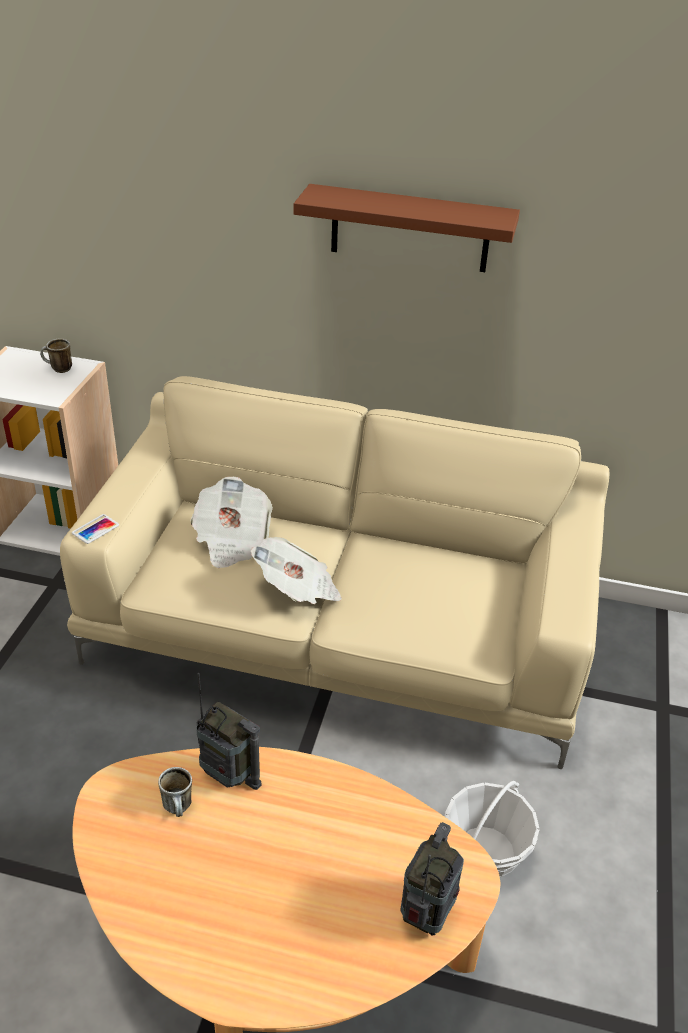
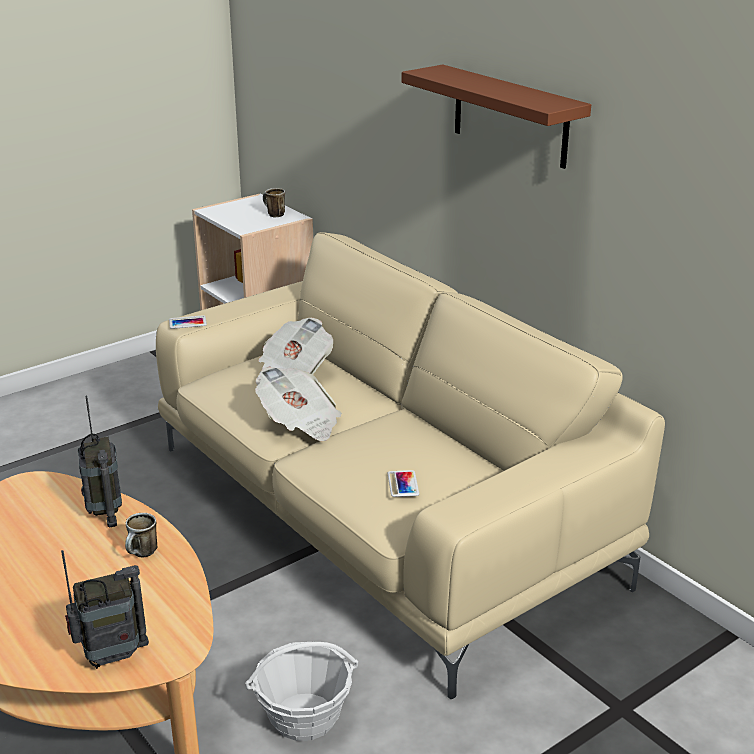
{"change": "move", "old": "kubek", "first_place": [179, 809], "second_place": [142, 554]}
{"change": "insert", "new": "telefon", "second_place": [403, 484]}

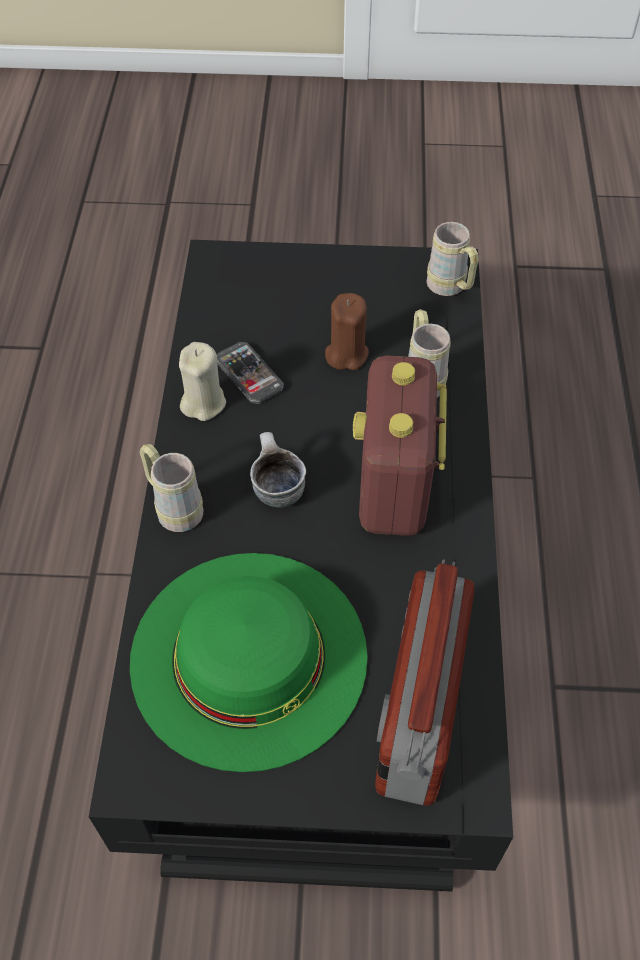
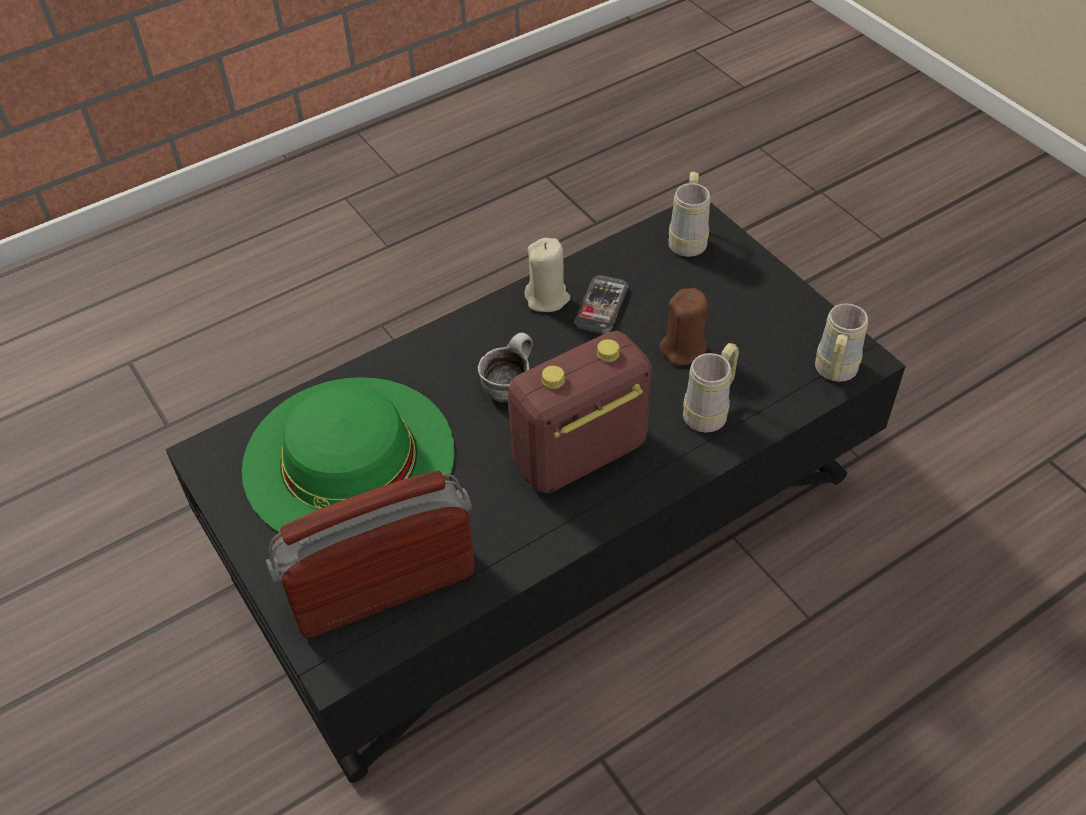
{"change": "move", "old": "kubek (beżowy)", "first_place": [174, 507], "second_place": [688, 238]}

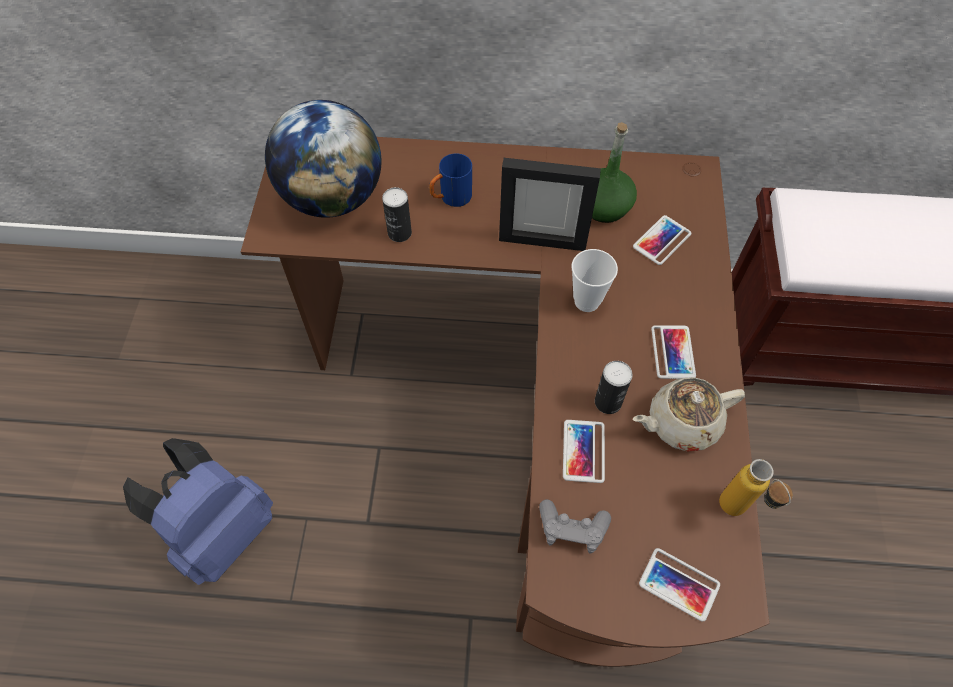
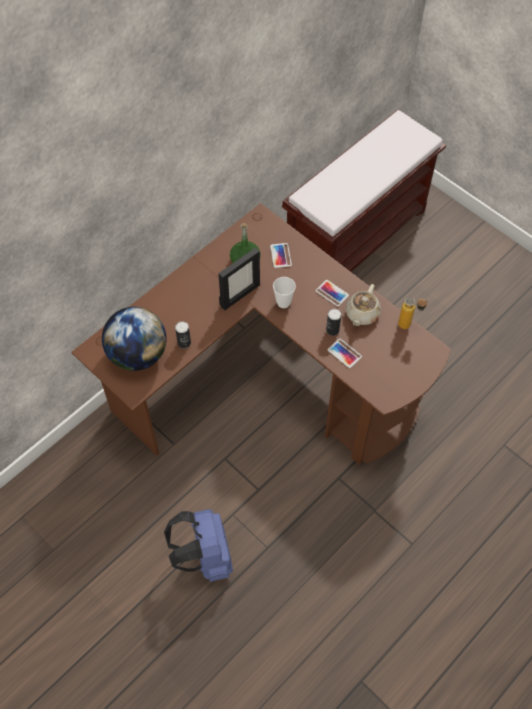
{"change": "delete", "old": "kubek (niebieski)", "first_place": [450, 198]}
{"change": "delete", "old": "pad do gier (szary)", "first_place": [572, 529]}
{"change": "delete", "old": "telefon", "first_place": [679, 584]}

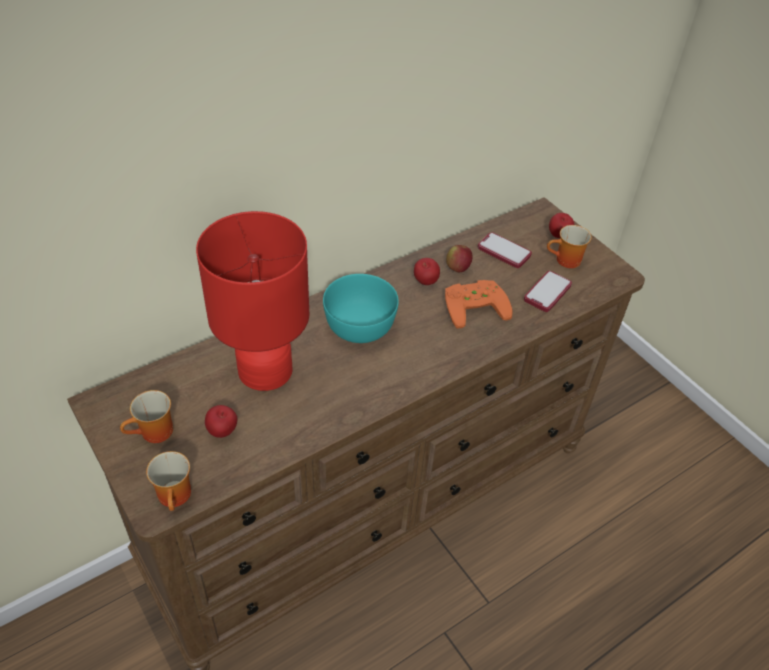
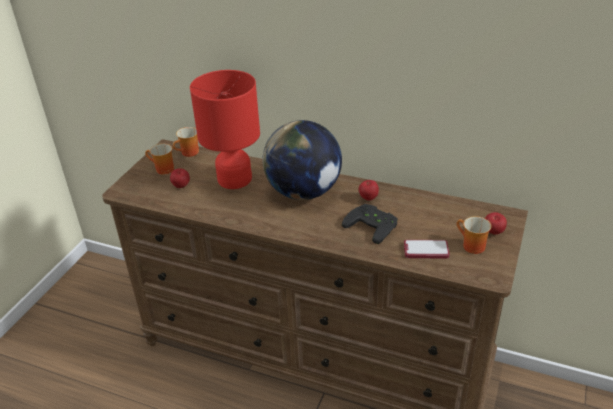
{"change": "move", "old": "kubek", "first_place": [177, 496], "second_place": [189, 153]}
{"change": "replace", "old": "miska (turkusowy)", "new": "globus", "first_place": [360, 324], "second_place": [304, 192]}
{"change": "recolor", "old": "pad do gier (pomarańczowy)", "new": "pad do gier (czarny)", "first_place": [474, 304], "second_place": [373, 225]}
{"change": "delete", "old": "jabłko", "first_place": [457, 268]}
{"change": "delete", "old": "telefon", "first_place": [504, 251]}

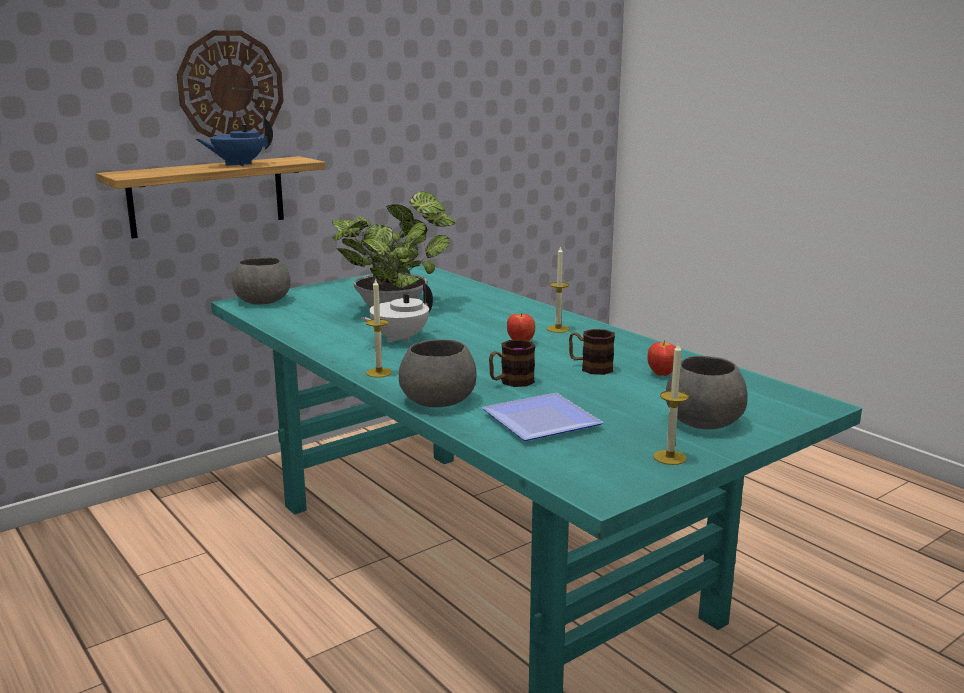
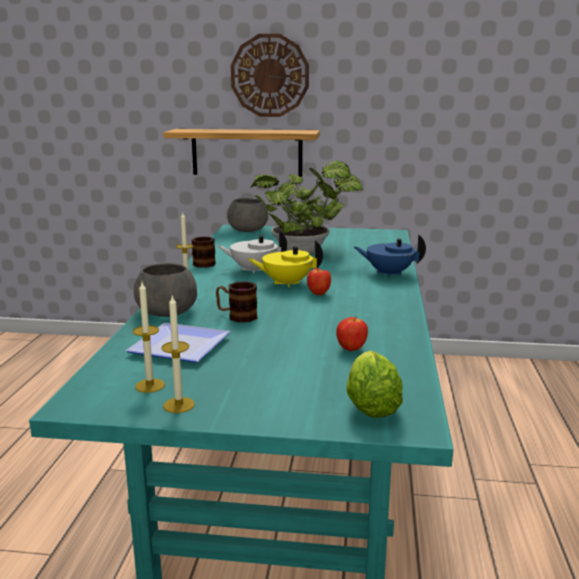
{"change": "move", "old": "imbryk (niebieski)", "first_place": [238, 164], "second_place": [388, 273]}
{"change": "move", "old": "świeca", "first_place": [558, 329], "second_place": [150, 385]}
{"change": "move", "old": "kubek", "first_place": [590, 367], "second_place": [203, 262]}
{"change": "delete", "old": "miska (szary)", "first_place": [703, 421]}
{"change": "insert", "new": "imbryk (żółty)", "second_place": [286, 283]}
{"change": "insert", "new": "sałata", "second_place": [371, 404]}

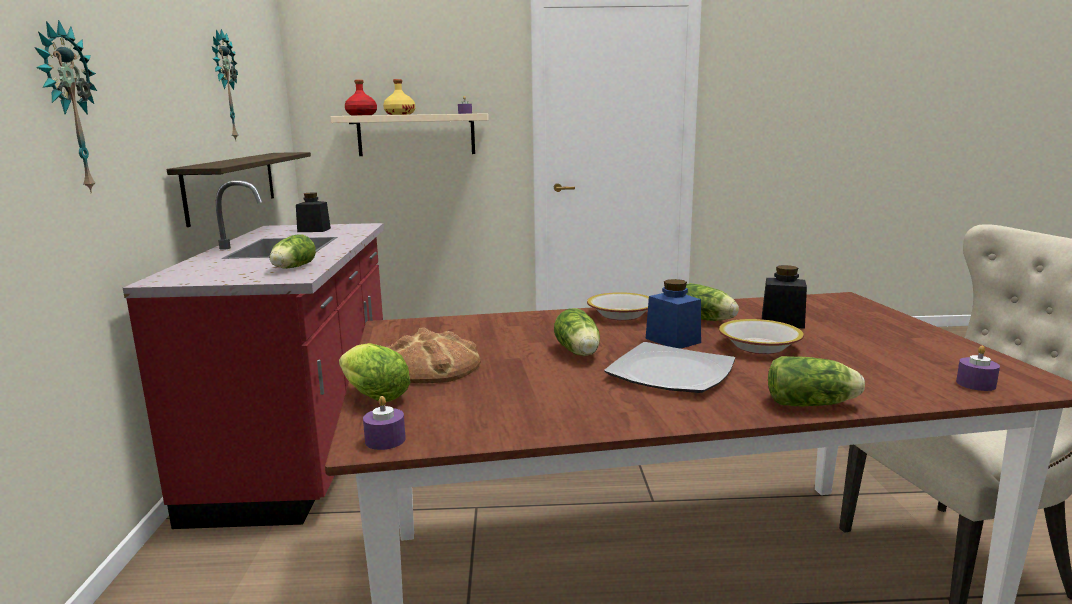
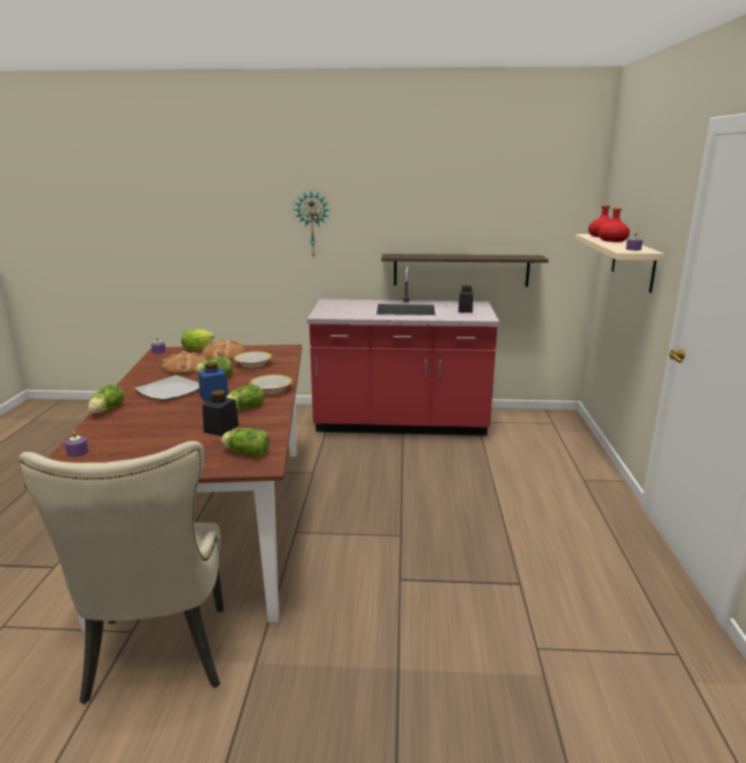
{"change": "delete", "old": "zegar ścienny", "first_place": [223, 86]}
{"change": "move", "old": "sałata", "first_place": [292, 268], "second_place": [245, 452]}
{"change": "recolor", "old": "butelka (żółty)", "new": "butelka (czerwony)", "first_place": [399, 114], "second_place": [613, 240]}
{"change": "move", "old": "miska", "first_place": [759, 346], "second_place": [253, 364]}
{"change": "insert", "new": "chleb", "second_place": [185, 367]}

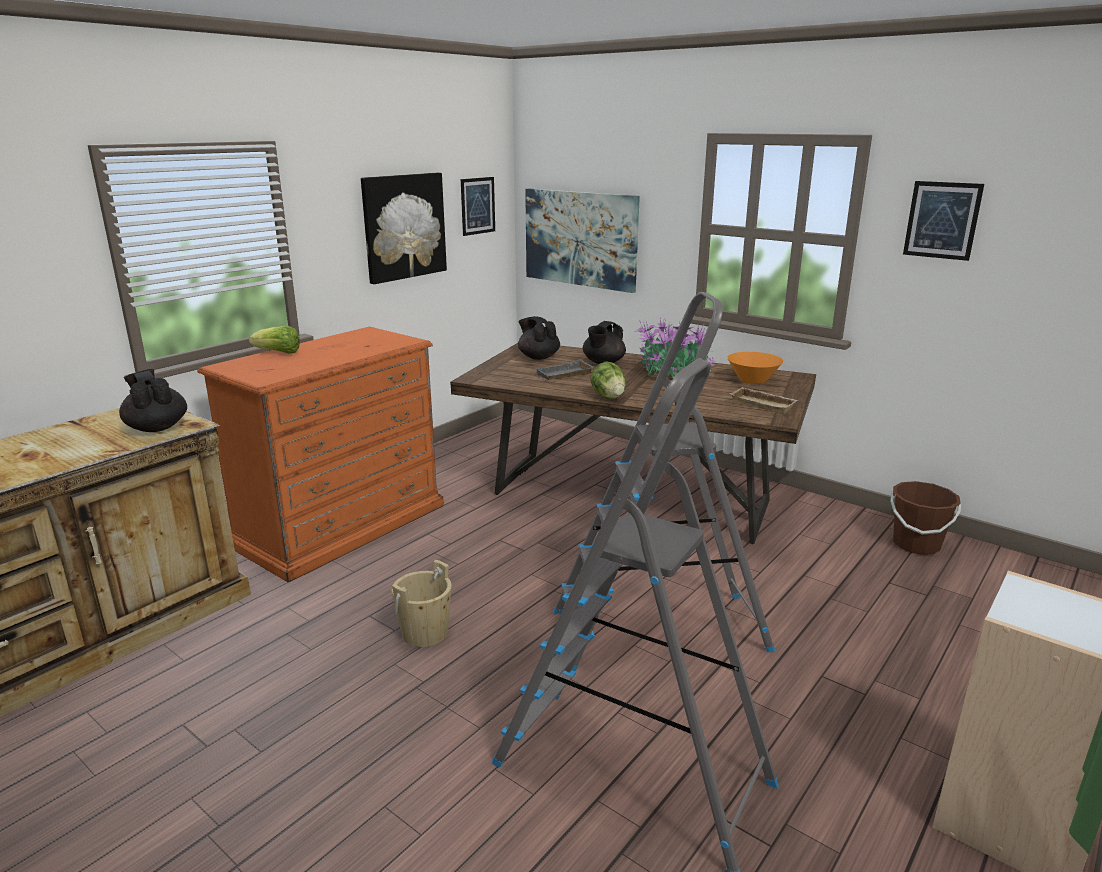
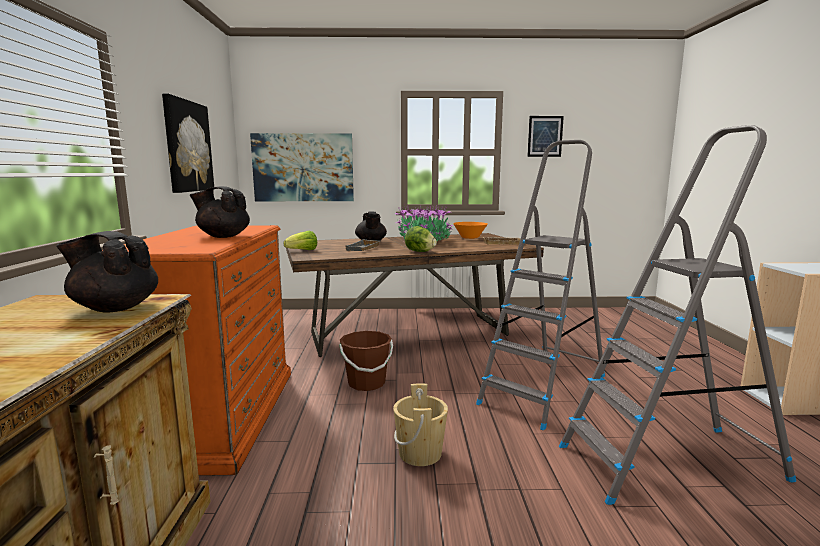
{"change": "move", "old": "sałata", "first_place": [278, 353], "second_place": [303, 251]}
{"change": "delete", "old": "obraz", "first_place": [478, 206]}
{"change": "move", "old": "imbryk (czarny)", "first_place": [538, 357], "second_place": [223, 236]}
{"change": "move", "old": "wiadro (brązowy)", "first_place": [916, 544], "second_place": [366, 383]}

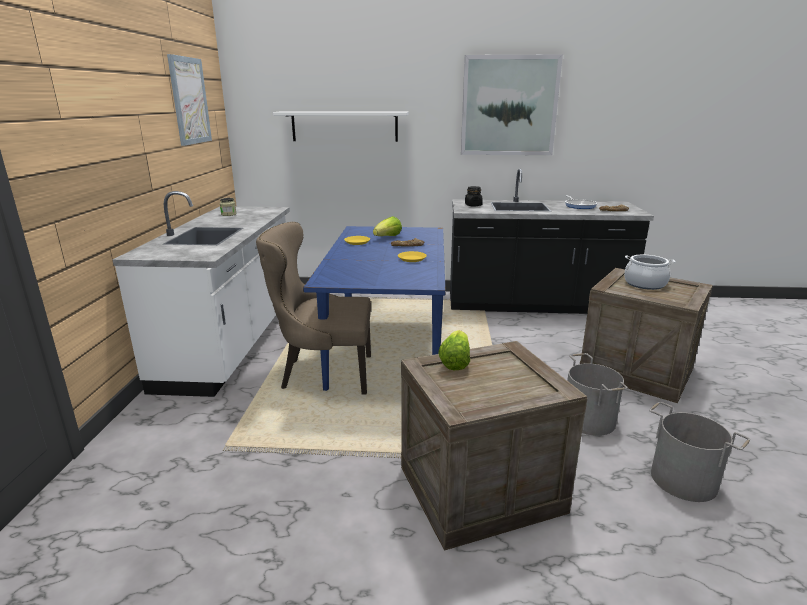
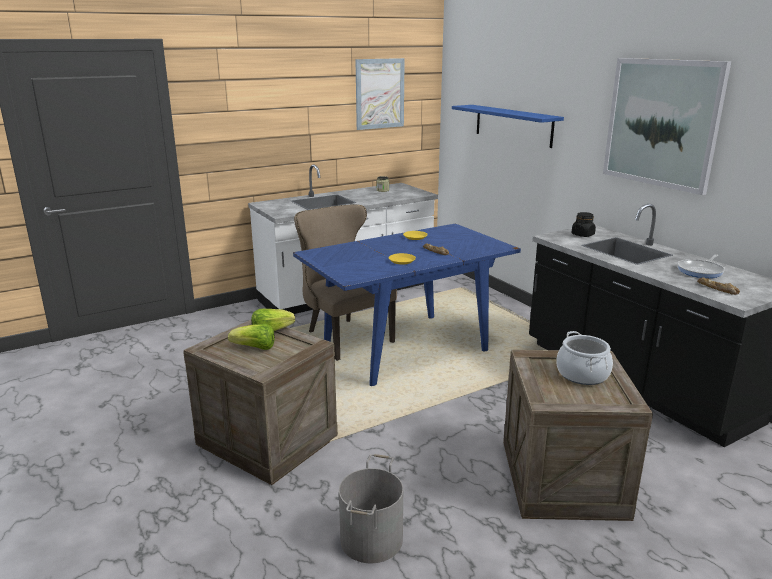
{"change": "recolor", "old": "półka (biały)", "new": "półka (niebieski)", "first_place": [344, 126], "second_place": [513, 125]}
{"change": "move", "old": "sałata", "first_place": [388, 237], "second_place": [255, 348]}
{"change": "delete", "old": "wiadro (szary)", "first_place": [588, 420]}

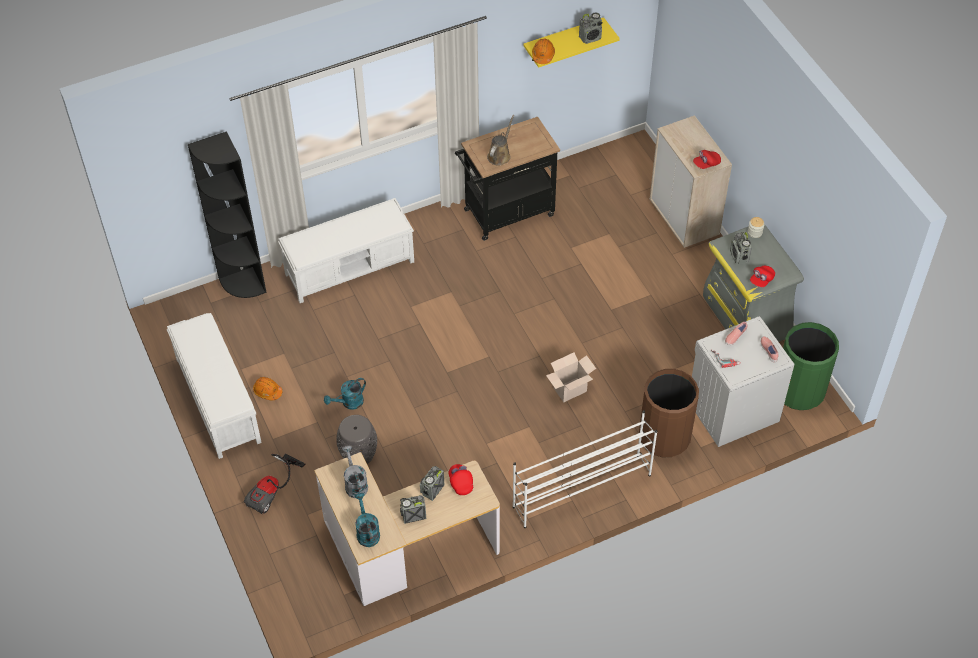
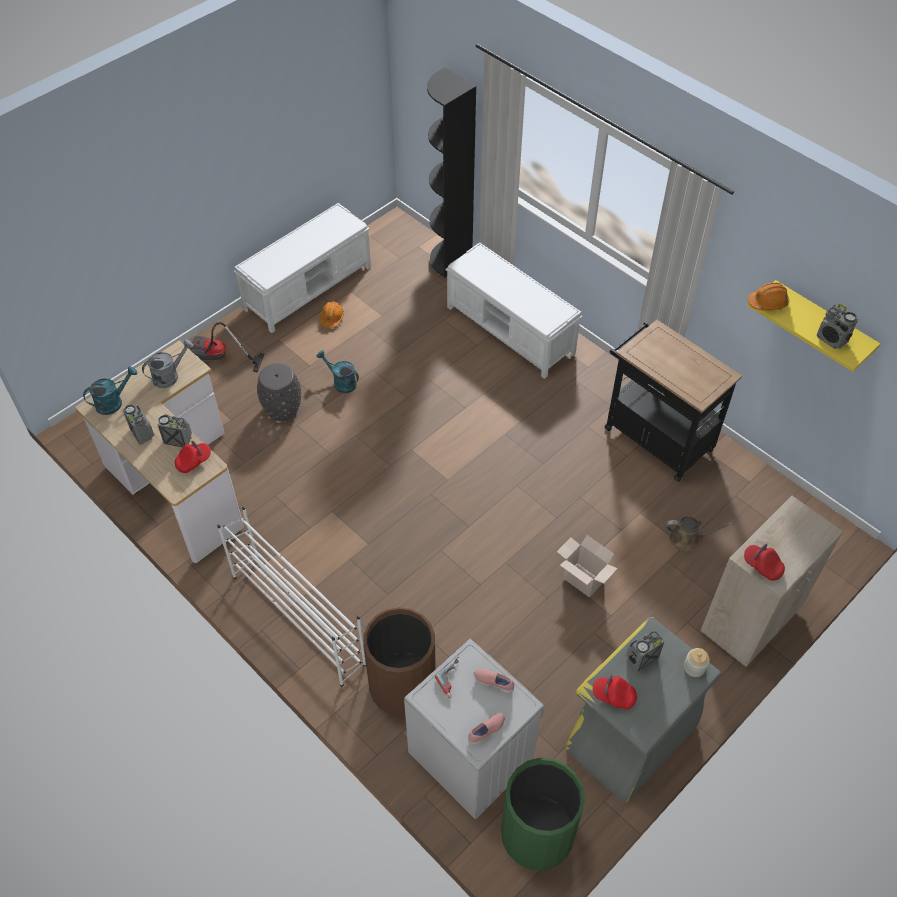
{"change": "move", "old": "konewka (brązowy)", "first_place": [500, 155], "second_place": [687, 539]}
{"change": "move", "old": "karton", "first_place": [569, 391], "second_place": [581, 580]}

